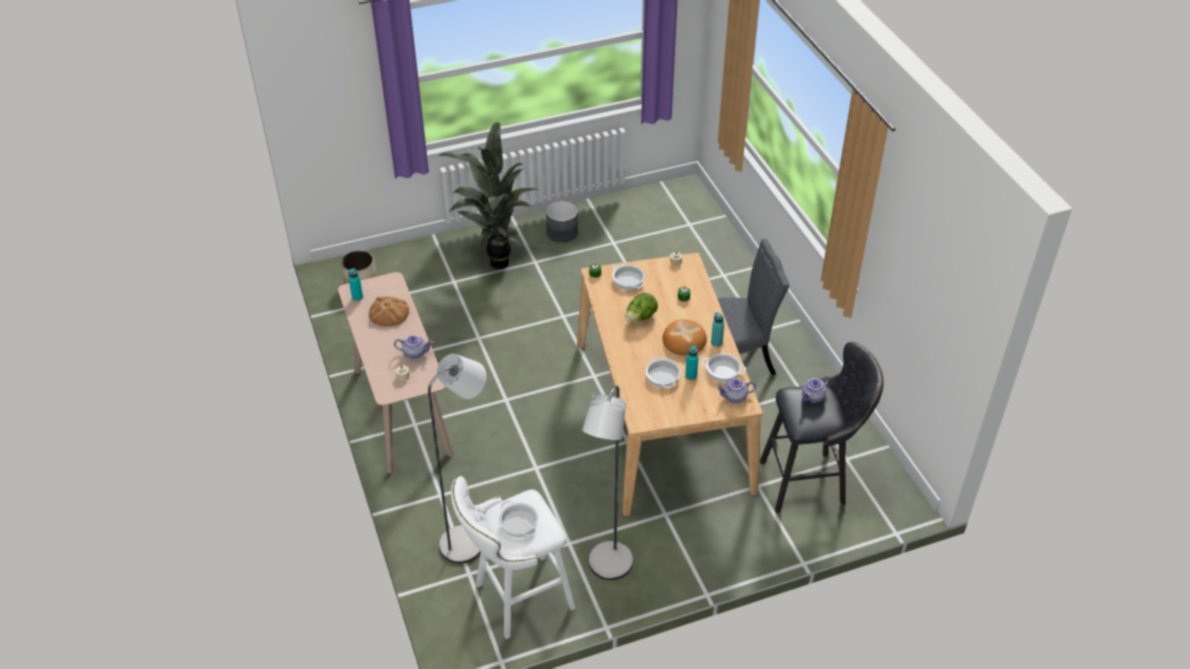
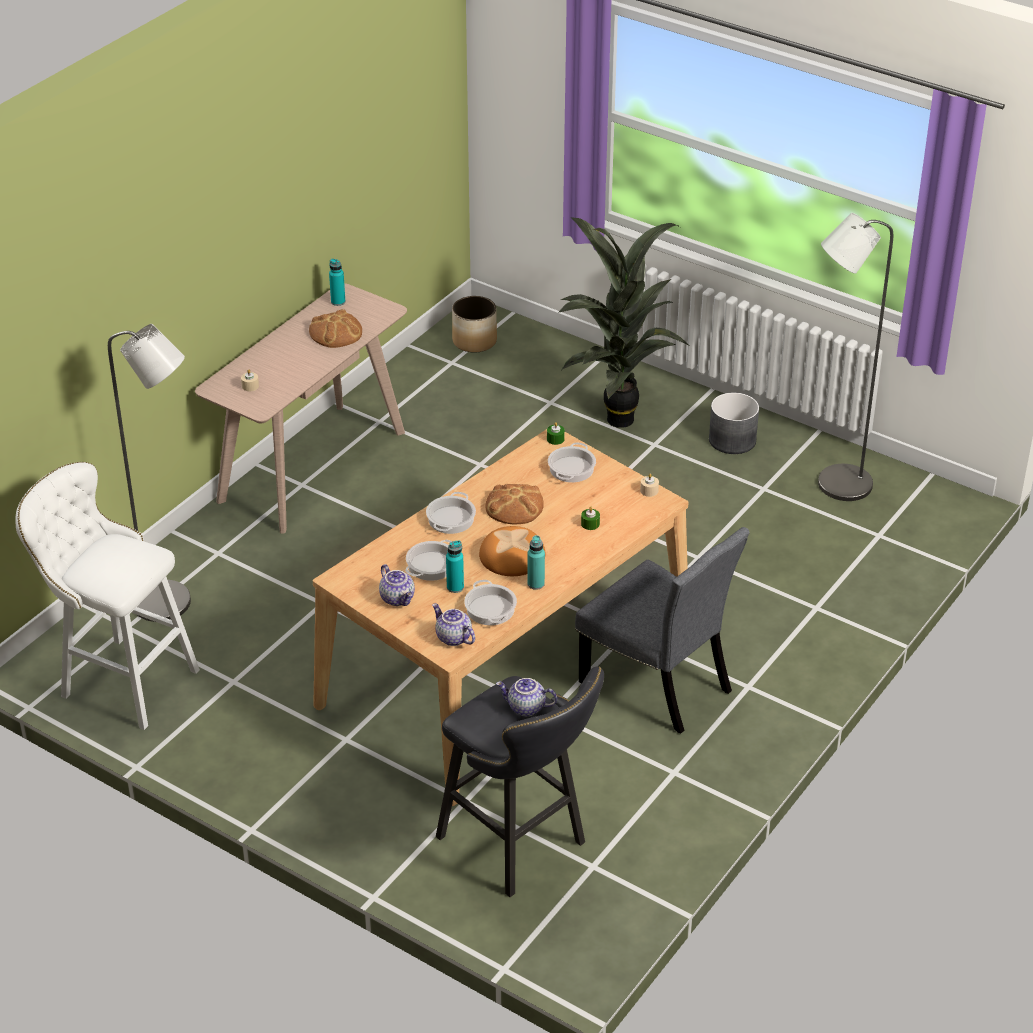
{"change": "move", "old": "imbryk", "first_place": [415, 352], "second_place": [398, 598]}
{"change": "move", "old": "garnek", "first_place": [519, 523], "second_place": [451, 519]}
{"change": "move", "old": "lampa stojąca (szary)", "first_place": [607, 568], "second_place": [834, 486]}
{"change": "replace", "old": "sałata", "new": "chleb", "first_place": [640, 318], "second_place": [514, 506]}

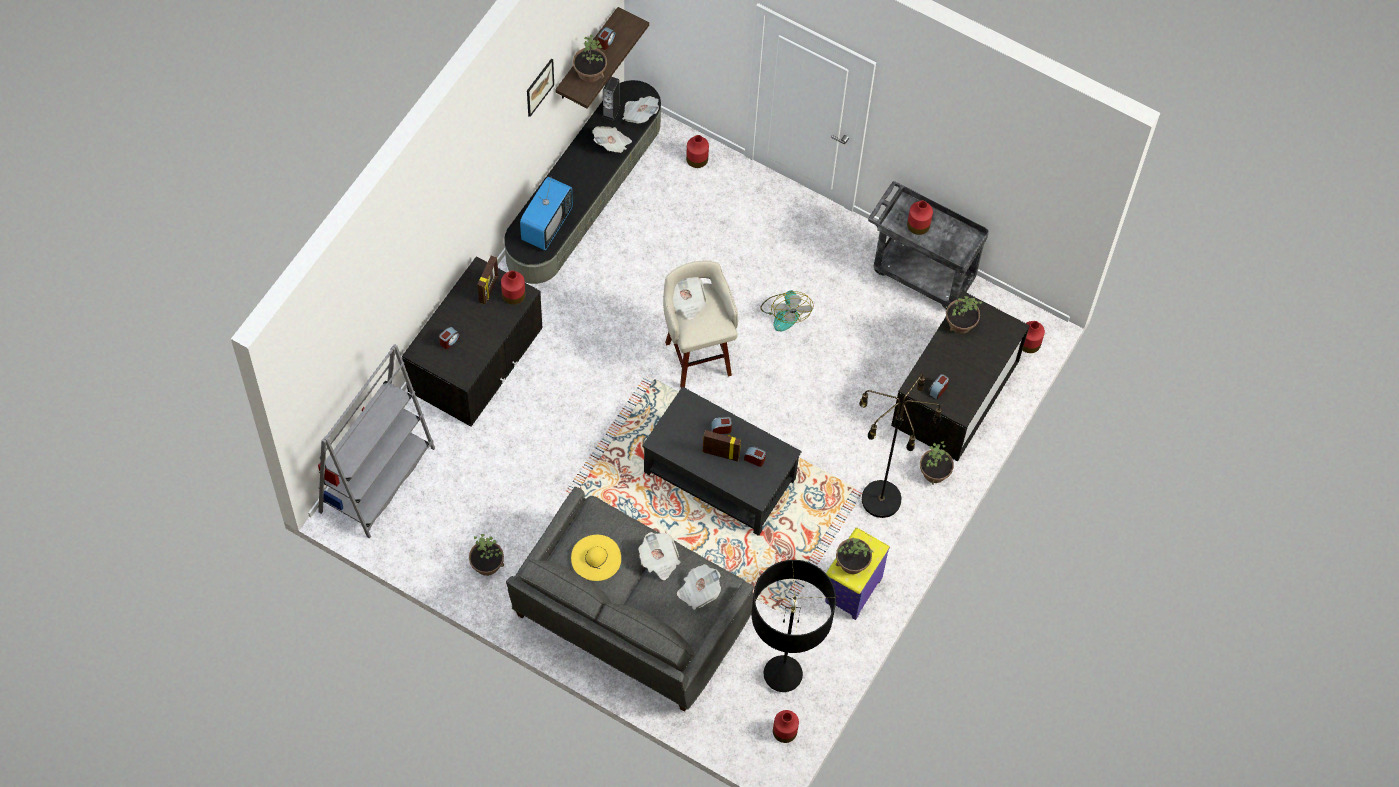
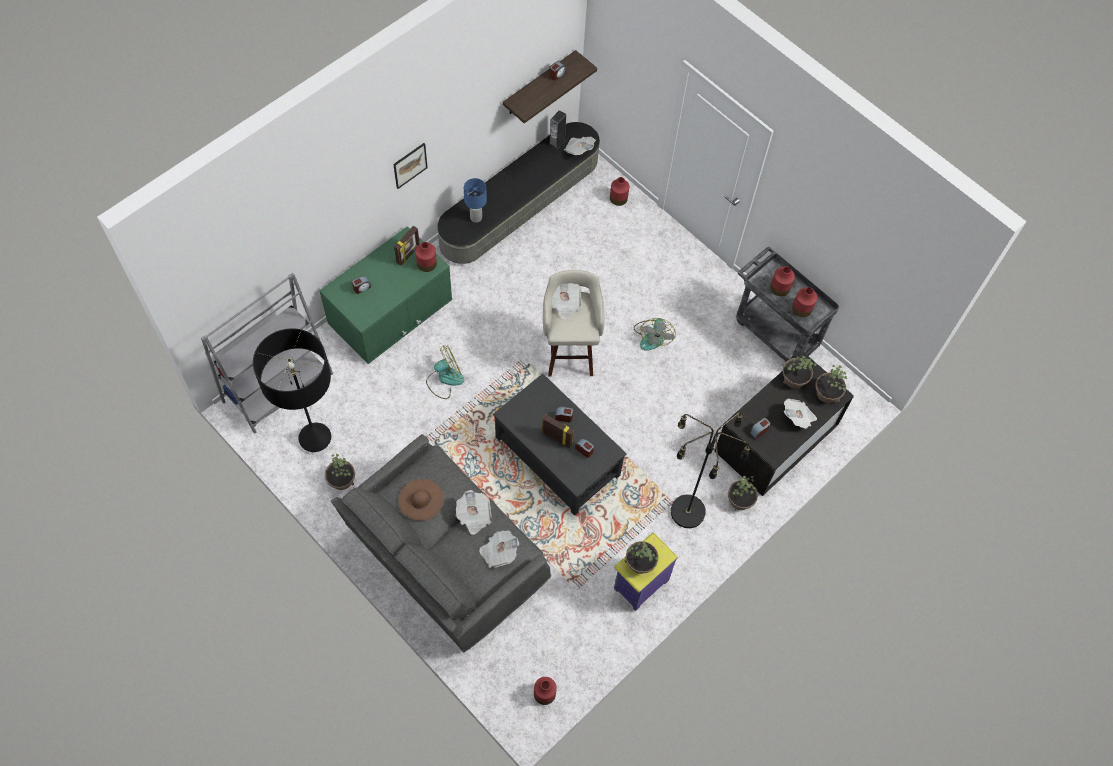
{"change": "recolor", "old": "szafka (czarny)", "new": "szafka (zielony)", "first_place": [476, 359], "second_place": [390, 311]}
{"change": "replace", "old": "telewizor", "new": "lampa stołowa (niebieski)", "first_place": [546, 225], "second_place": [476, 217]}
{"change": "move", "old": "obraz", "first_place": [539, 87], "second_place": [410, 165]}
{"change": "recolor", "old": "kapelusz (żółty)", "new": "kapelusz (brązowy)", "first_place": [596, 558], "second_place": [420, 499]}
{"change": "move", "old": "roślina doniczkowa", "first_place": [589, 72], "second_place": [826, 393]}
{"change": "move", "old": "gazeta", "first_place": [612, 144], "second_place": [798, 417]}
{"change": "move", "old": "lampa stojąca (czarny)", "first_place": [782, 675], "second_place": [315, 439]}
{"change": "move", "old": "wazon (czerwony)", "first_place": [1029, 343], "second_place": [802, 308]}
{"change": "insert", "new": "wentylator", "second_place": [445, 379]}

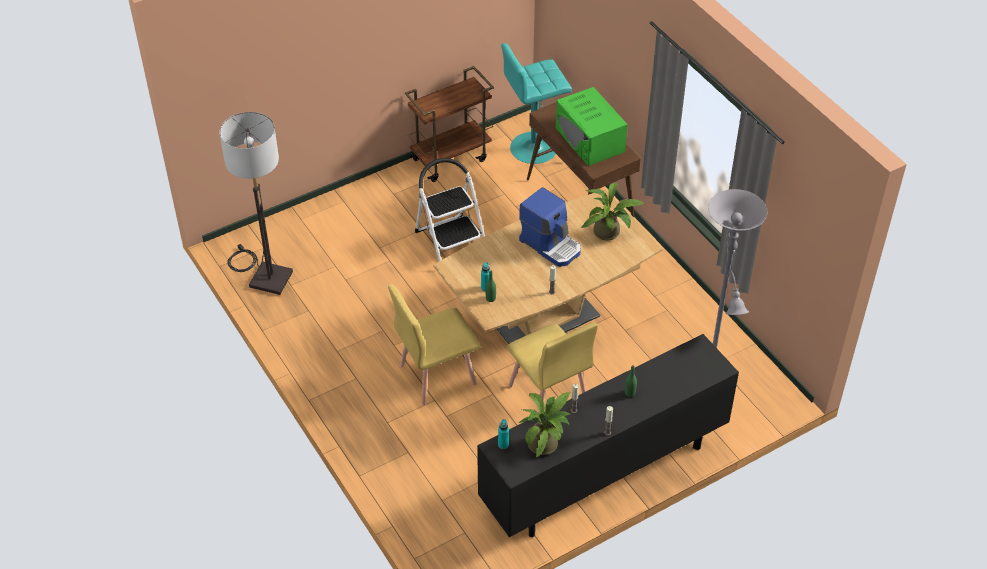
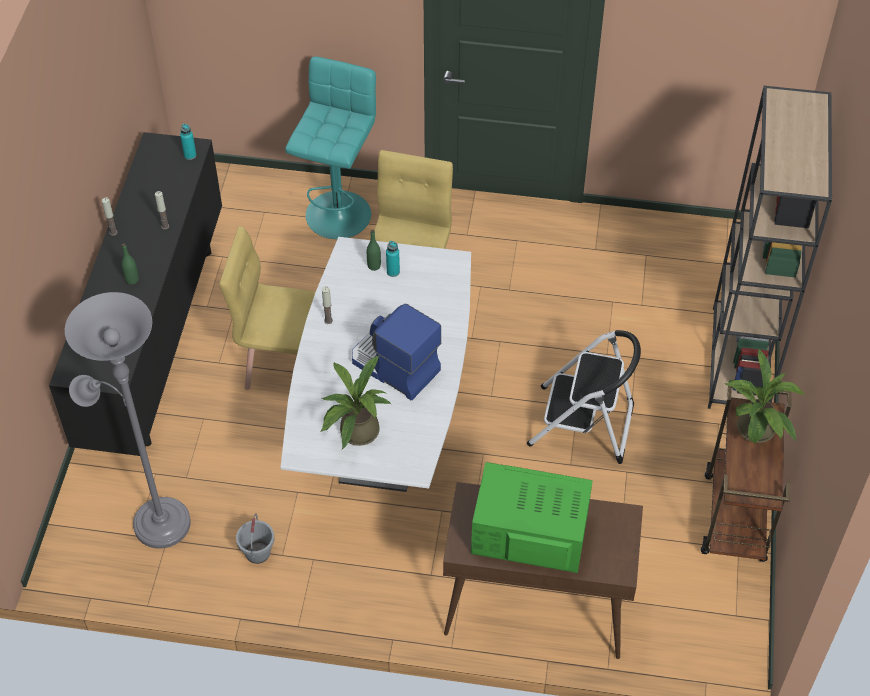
{"change": "delete", "old": "lampa stojąca", "first_place": [262, 274]}
{"change": "recolor", "old": "stół jadalny (brązowy)", "new": "stół jadalny (biały)", "first_place": [546, 320], "second_place": [384, 431]}
{"change": "move", "old": "stołek (turkusowy)", "first_place": [533, 148], "second_place": [339, 214]}
{"change": "rotate", "old": "ekspres do kawy", "first_place": [551, 245], "second_place": [394, 367], "degrees": 45}
{"change": "move", "old": "roślina doniczkowa", "first_place": [546, 443], "second_place": [755, 433]}
{"change": "insert", "new": "wiadro (szary)", "second_place": [257, 552]}
{"change": "insert", "new": "regał", "second_place": [740, 361]}

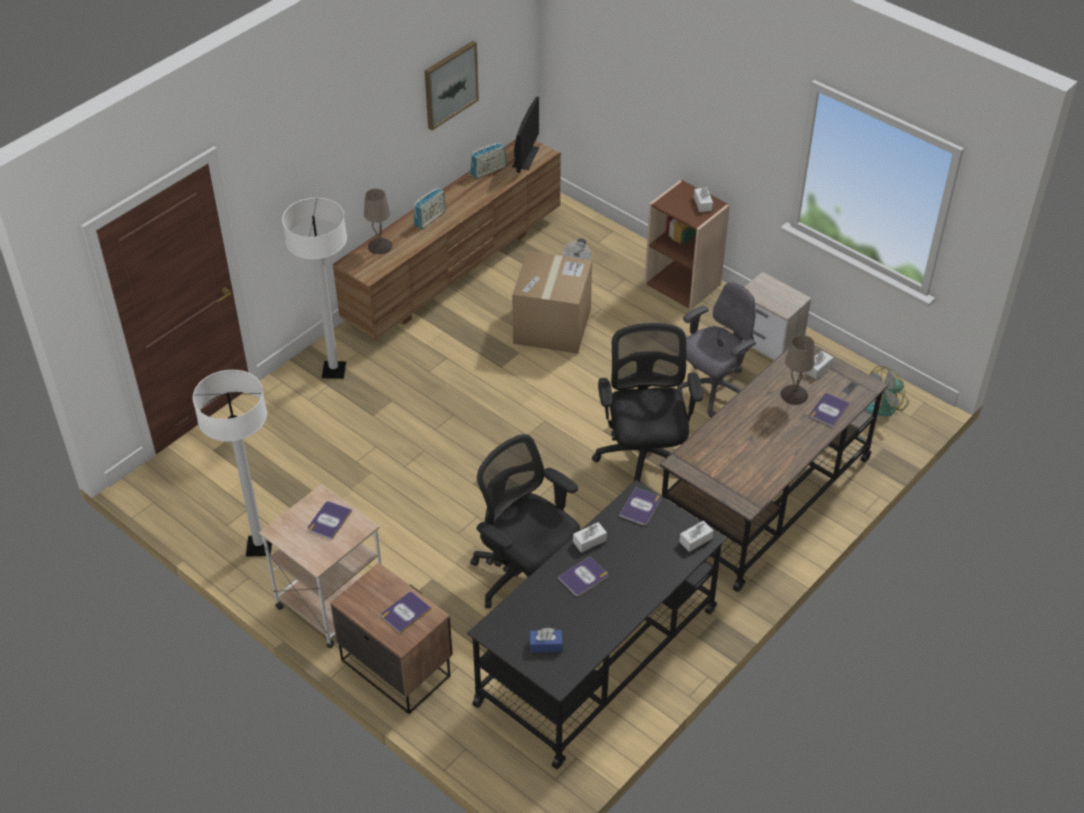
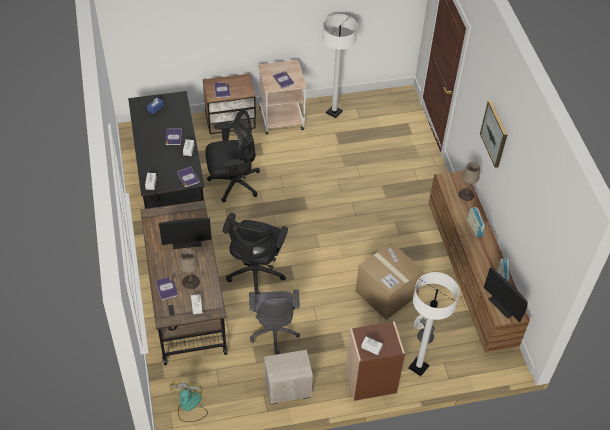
{"change": "move", "old": "lampa stojąca (biały)", "first_place": [334, 371], "second_place": [418, 367]}
{"change": "move", "old": "obraz", "first_place": [450, 84], "second_place": [494, 133]}
{"change": "rotate", "old": "krzesło biurowe (czarny)", "first_place": [644, 460], "second_place": [256, 269], "degrees": 75}
{"change": "insert", "new": "monitor", "second_place": [186, 242]}

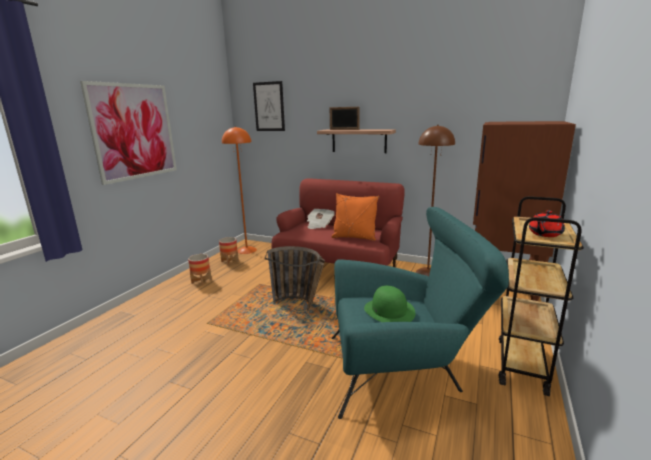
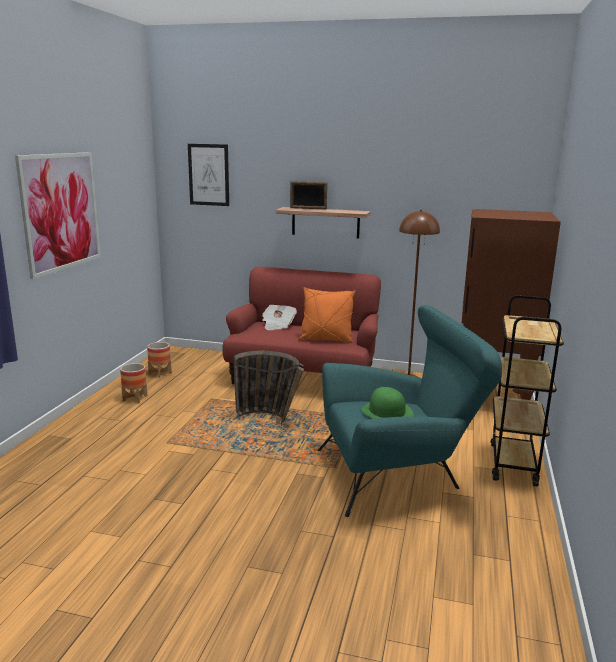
{"change": "delete", "old": "lampa stojąca (pomarańczowy)", "first_place": [247, 250]}
{"change": "delete", "old": "imbryk (czerwony)", "first_place": [544, 234]}

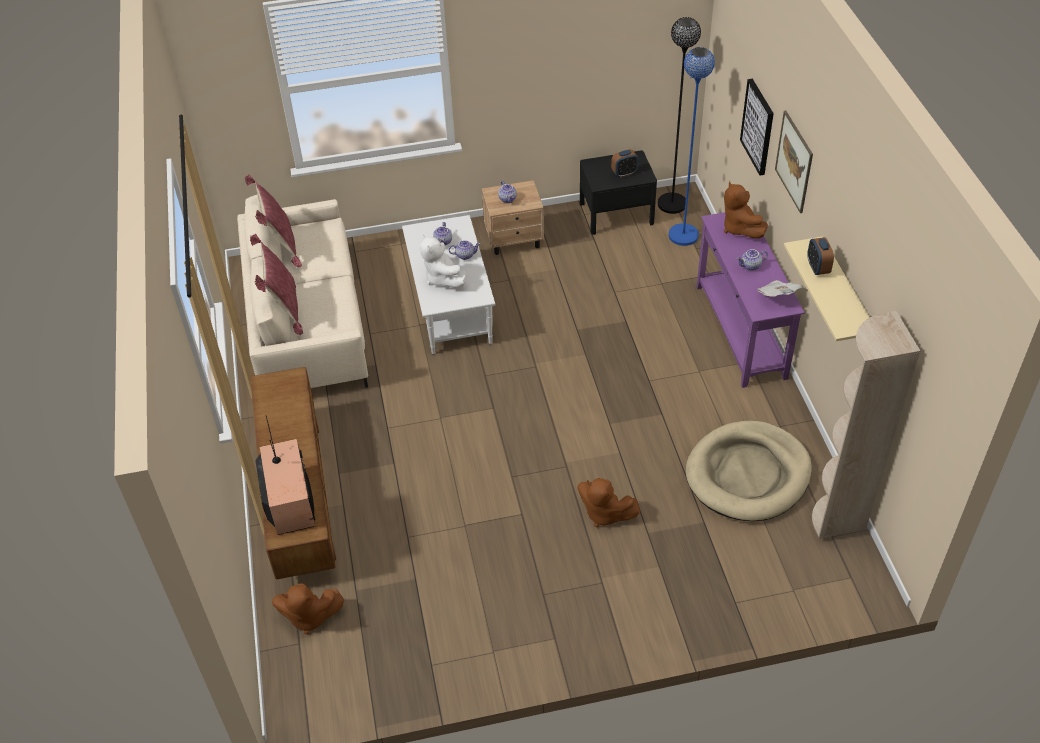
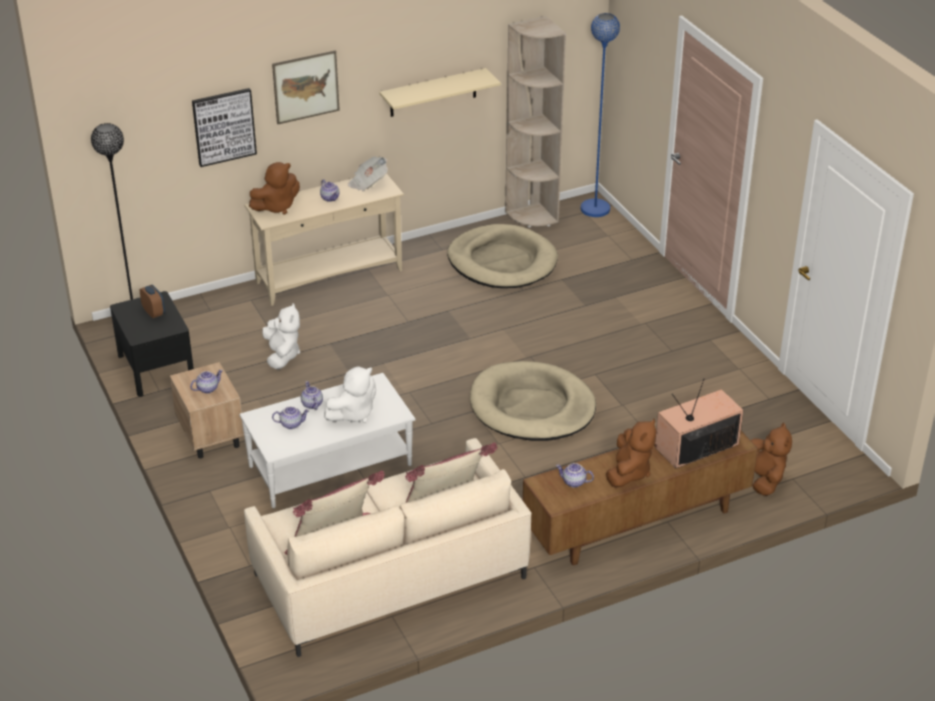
{"change": "move", "old": "pluszak (brązowy)", "first_place": [604, 513], "second_place": [629, 472]}
{"change": "move", "old": "lampa stojąca (niebieski)", "first_place": [683, 236], "second_place": [595, 209]}
{"change": "recolor", "old": "stolik konsolowy (fioletowy)", "new": "stolik konsolowy (beżowy)", "first_place": [741, 332], "second_place": [329, 276]}
{"change": "delete", "old": "budzik", "first_place": [817, 268]}
{"change": "insert", "new": "pluszak (biały)", "second_place": [282, 355]}
{"change": "insert", "new": "legowisko (beżowy)", "second_place": [532, 407]}
{"change": "insert", "new": "imbryk", "second_place": [573, 482]}

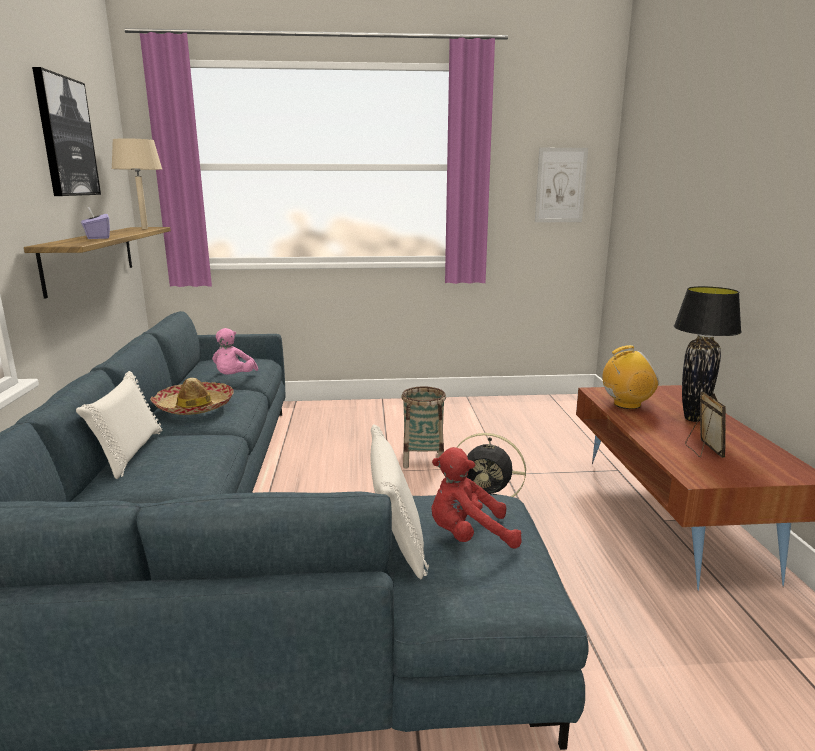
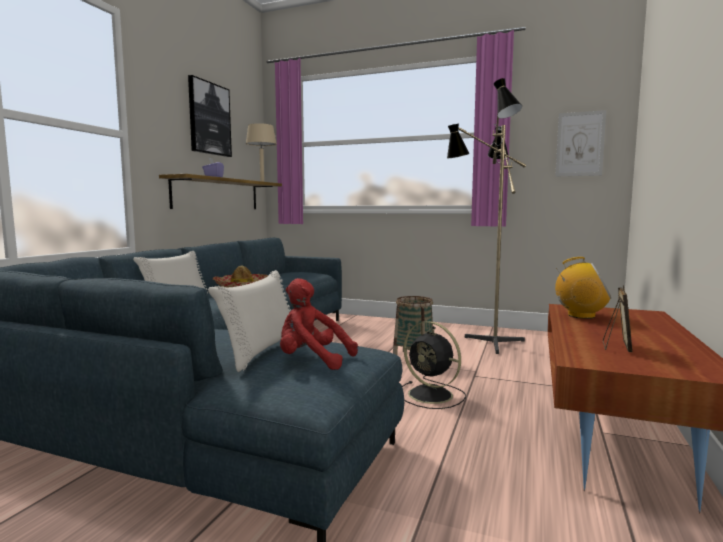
{"change": "delete", "old": "pluszak (różowy)", "first_place": [234, 378]}
{"change": "delete", "old": "lampa stołowa (czarny)", "first_place": [692, 419]}
{"change": "insert", "new": "lampa stojąca", "second_place": [487, 343]}

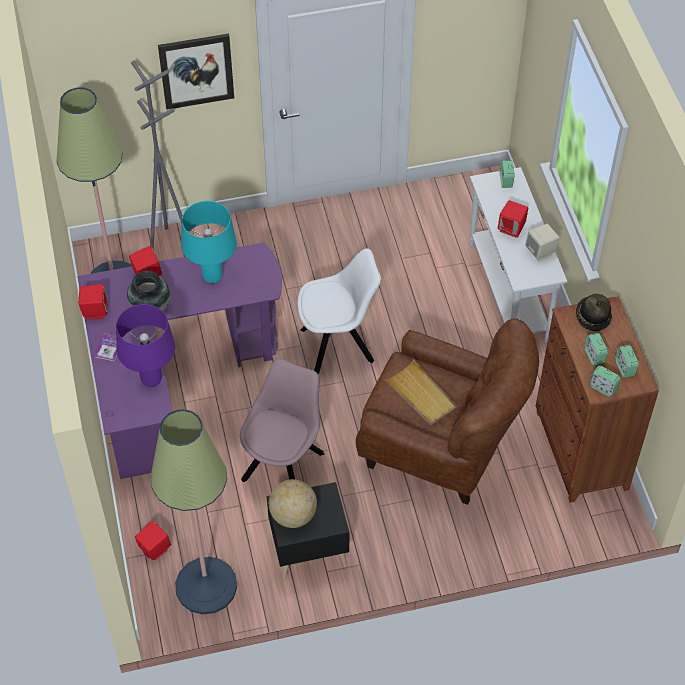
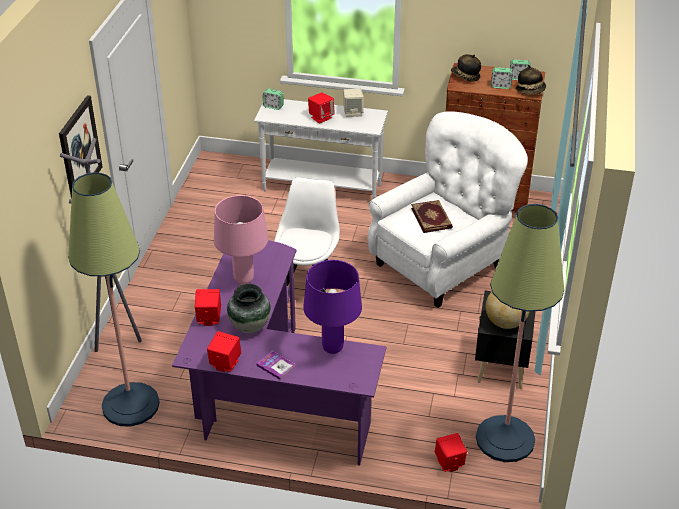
{"change": "recolor", "old": "lampa stołowa (turkusowy)", "new": "lampa stołowa (różowy)", "first_place": [212, 277], "second_place": [243, 279]}
{"change": "delete", "old": "krzesło (różowy)", "first_place": [284, 466]}
{"change": "recolor", "old": "fotel (brązowy)", "new": "fotel (biały)", "first_place": [443, 448], "second_place": [443, 263]}
{"change": "replace", "old": "taca (beżowy)", "new": "książka", "first_place": [421, 395], "second_place": [432, 218]}
{"change": "replace", "old": "budzik", "new": "kapelusz", "first_place": [603, 388], "second_place": [530, 91]}

